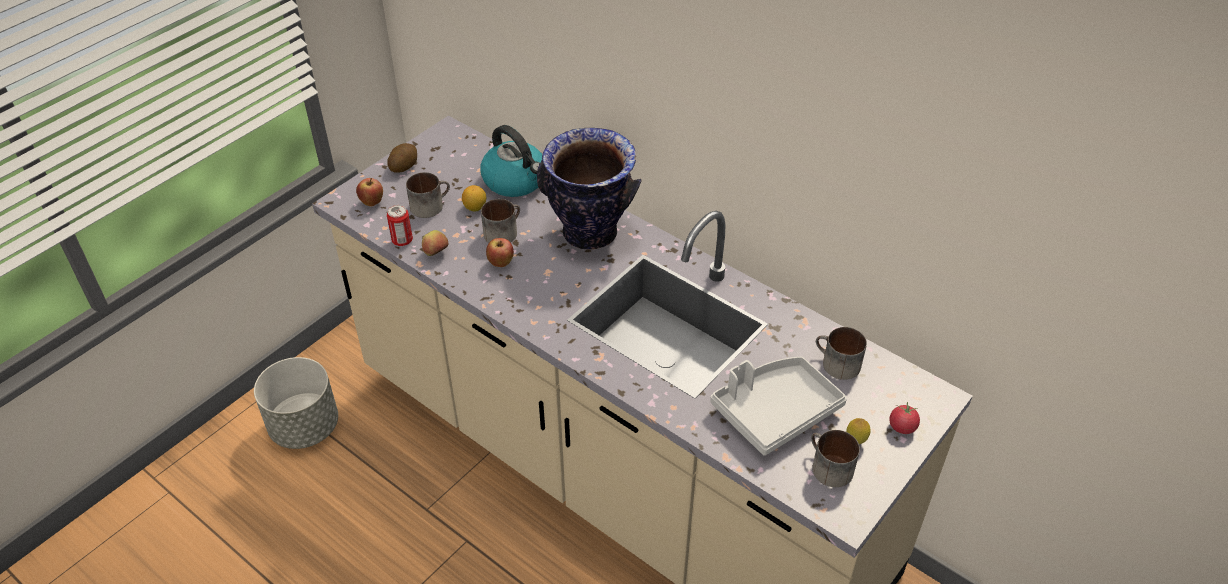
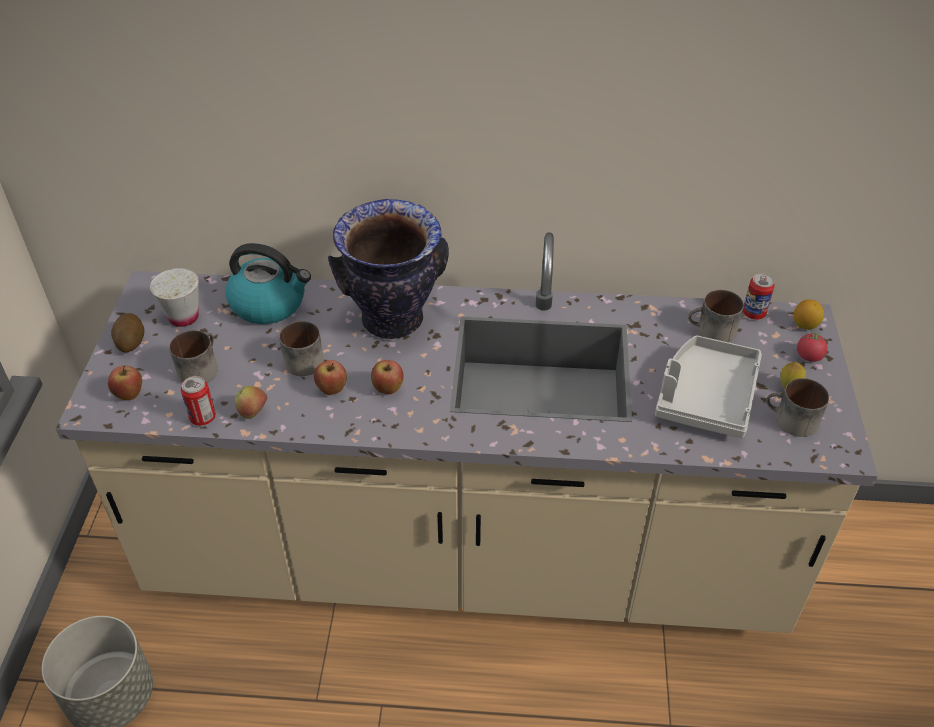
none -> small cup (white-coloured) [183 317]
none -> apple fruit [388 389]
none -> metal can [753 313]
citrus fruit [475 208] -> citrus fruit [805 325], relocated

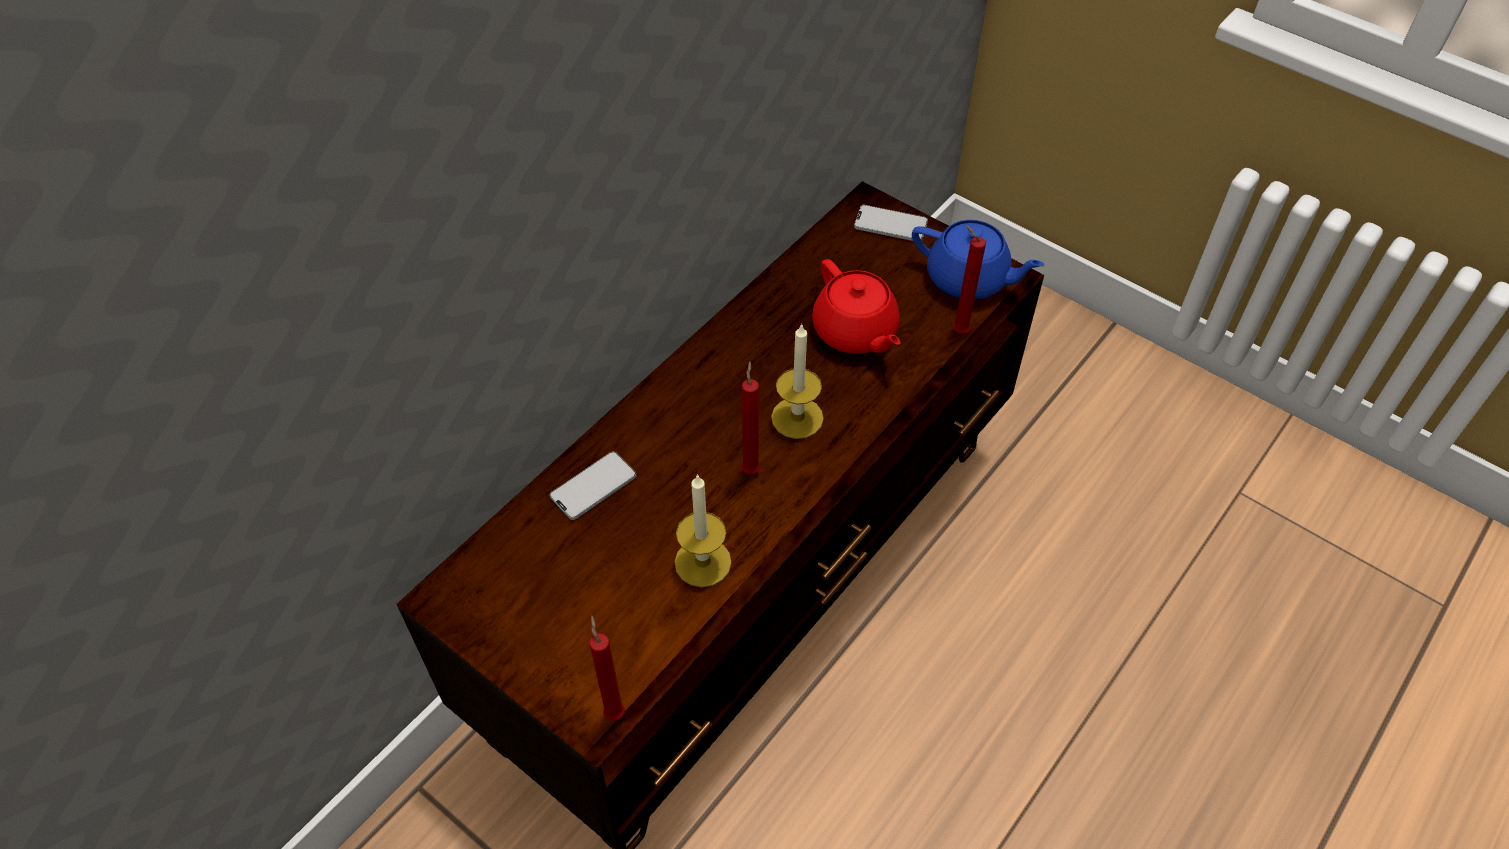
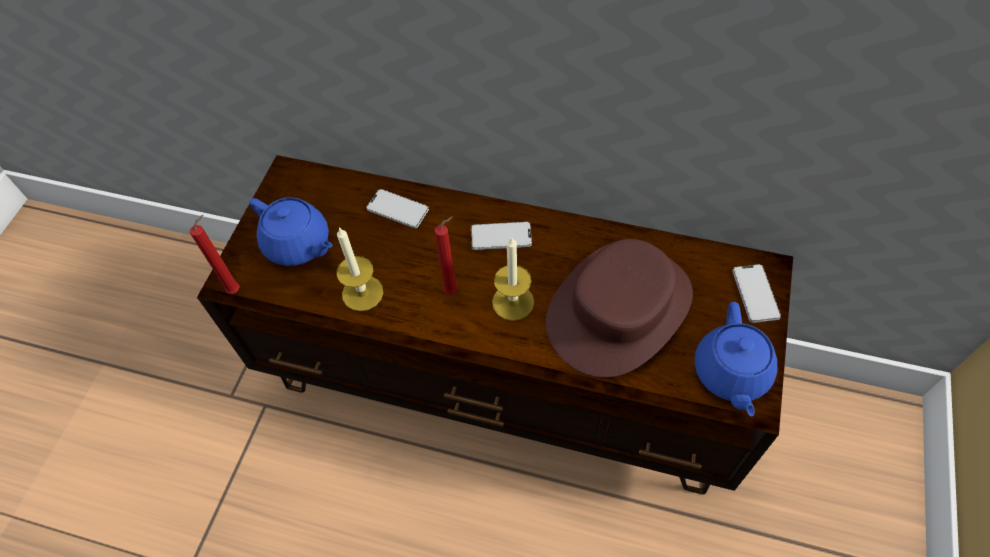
wax light (red-coloured) [957 330] -> none
none -> teapot (blue) [298 245]
none -> telephone [501 236]
teapot (red-coloured) [855 332] -> clothing hat (brown-coloured) [619 310]

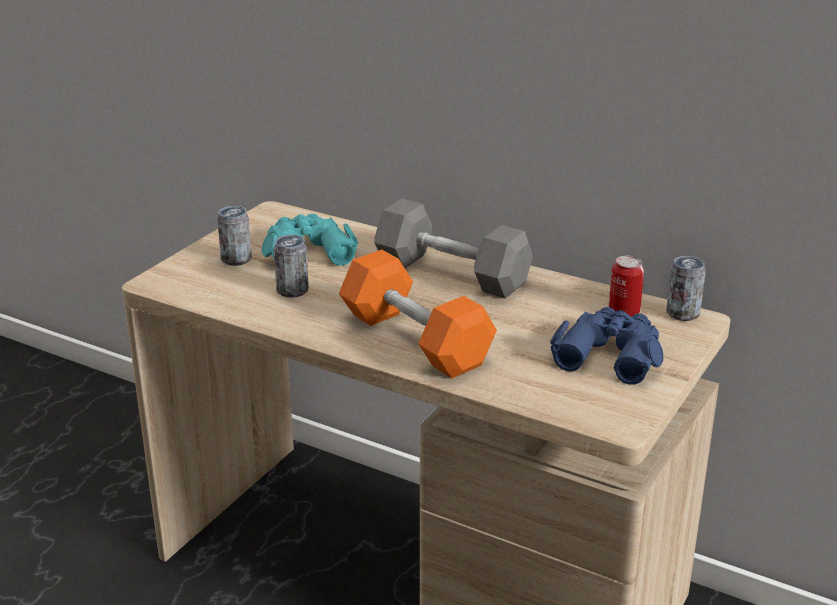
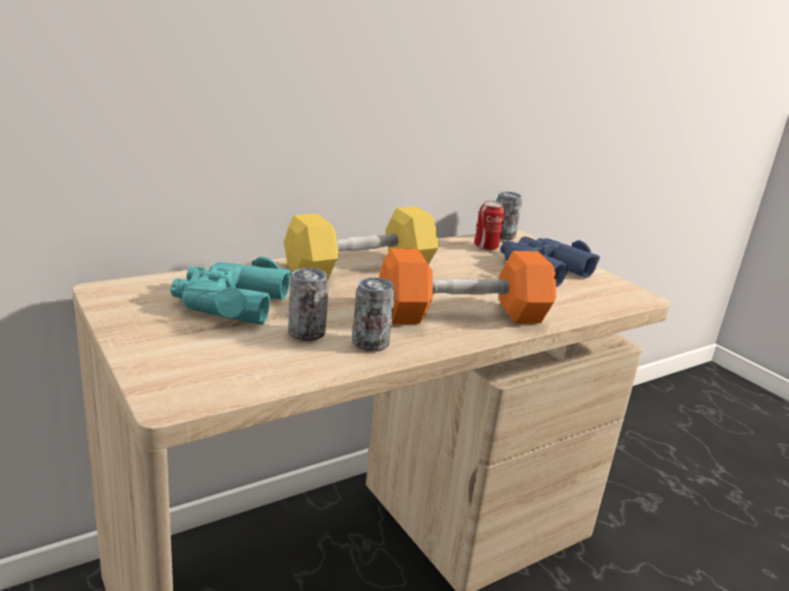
metal can [236 259] -> metal can [370 343], relocated
dumbbell (grey) [451 273] -> dumbbell (yellow) [361 269]

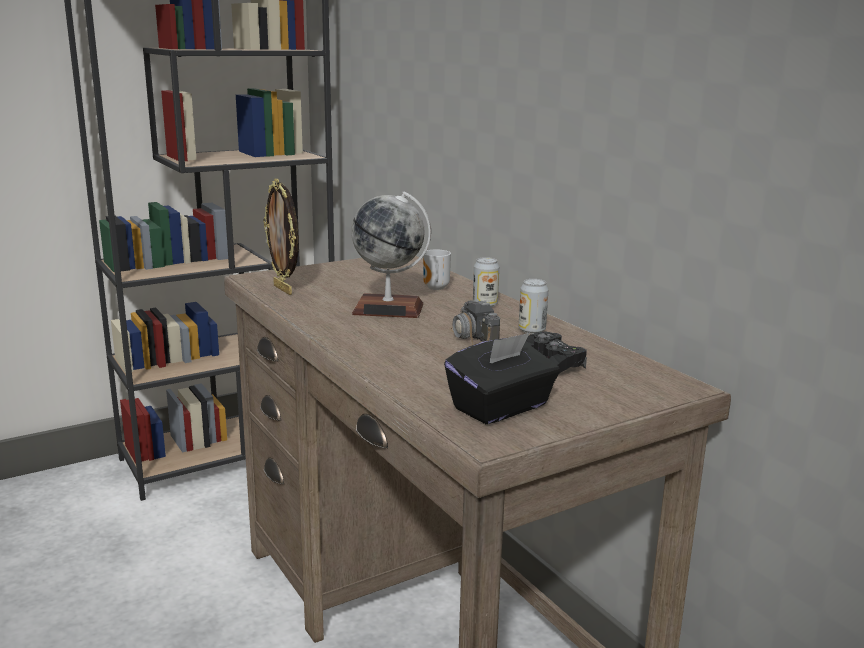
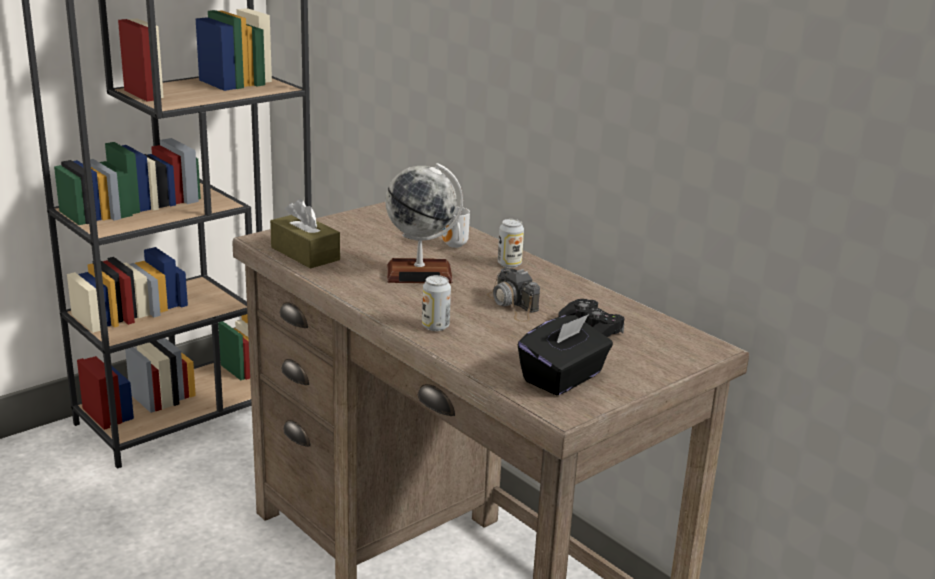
metal can [532 330] -> metal can [435 326], relocated
photo frame [284 289] -> box of tissues (brown-coloured) [305 254]

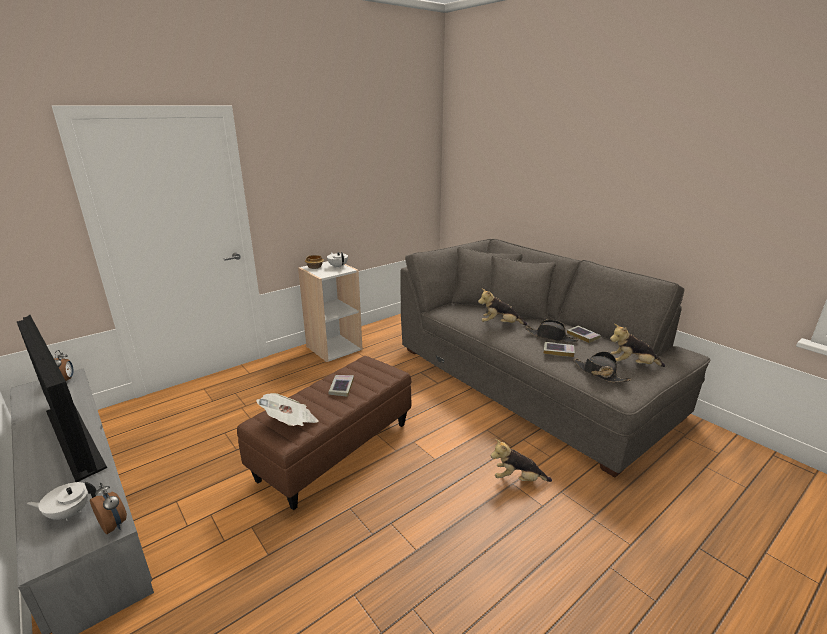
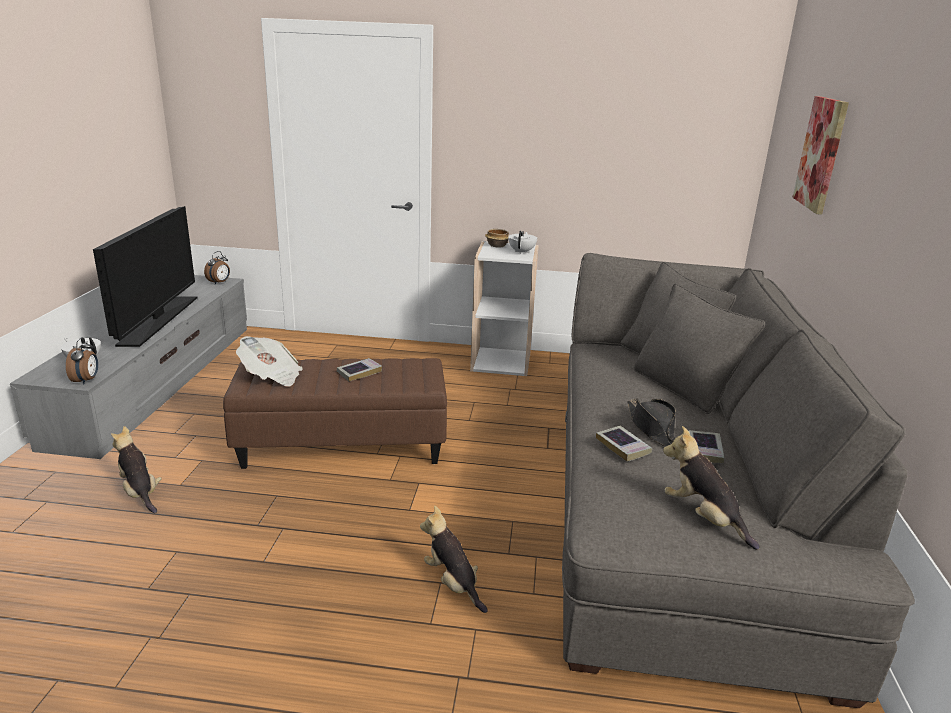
clothing hat (black-coloured) [599 373] -> none
none -> wall picture [821 154]
soft toy [500 324] -> soft toy [140 492], relocated

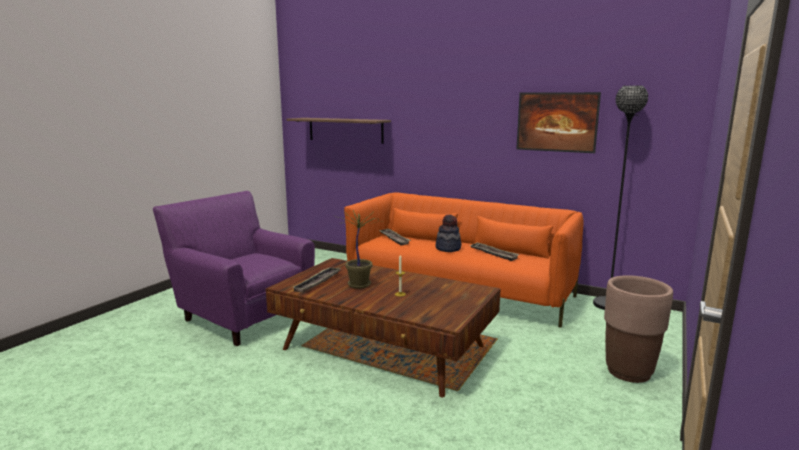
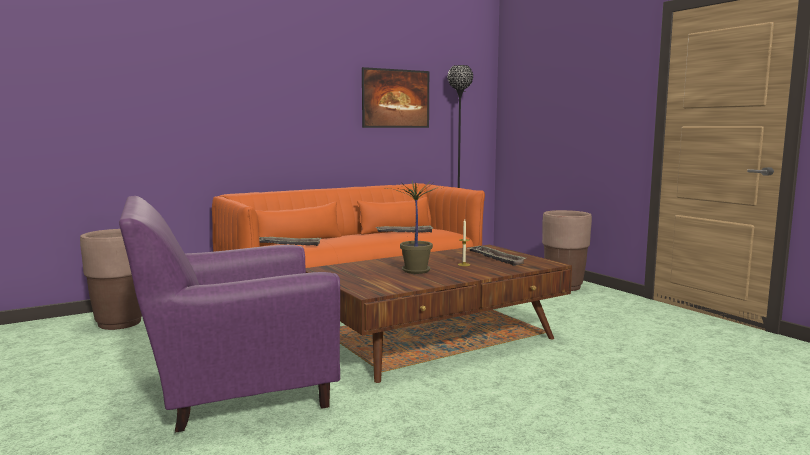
shelf [345 130] -> none
clothing hat [448 248] -> none
none -> planter (brown-coloured) [119 323]
carrying tray [317 282] -> carrying tray [495 258], relocated

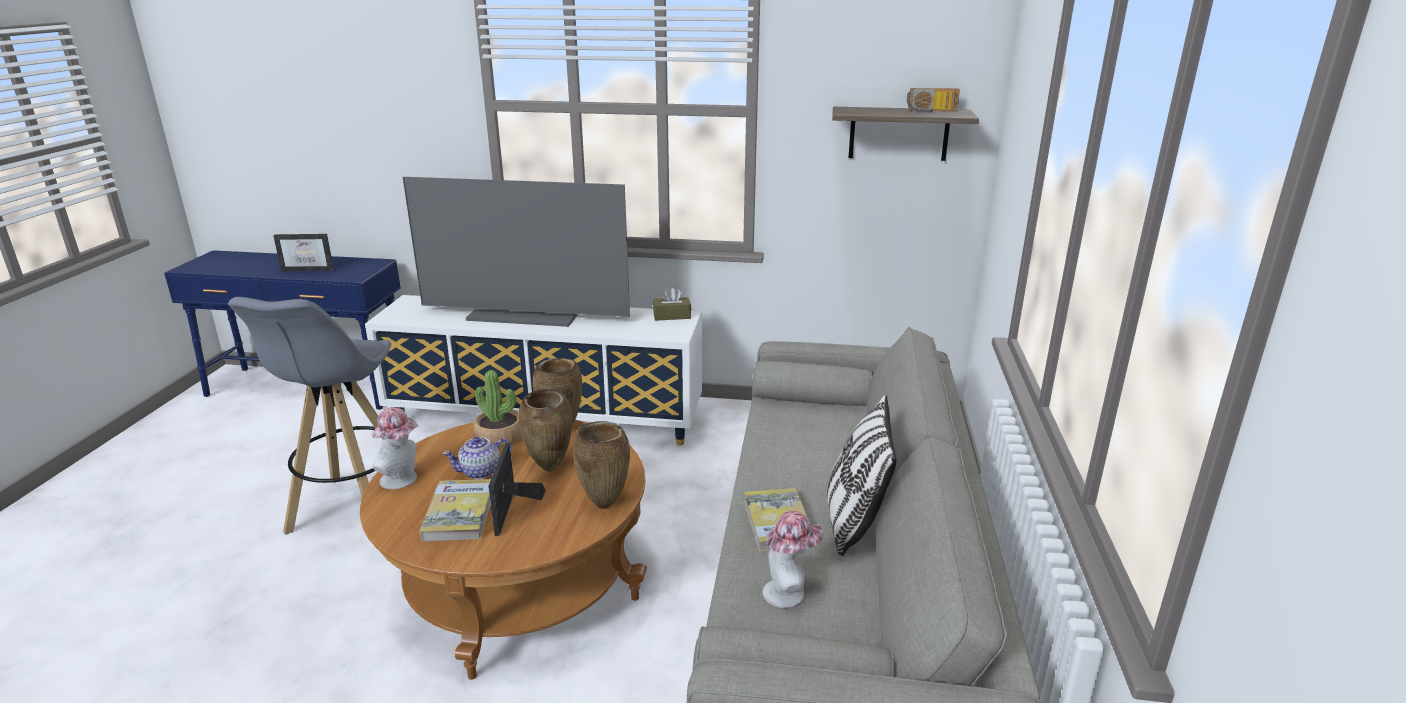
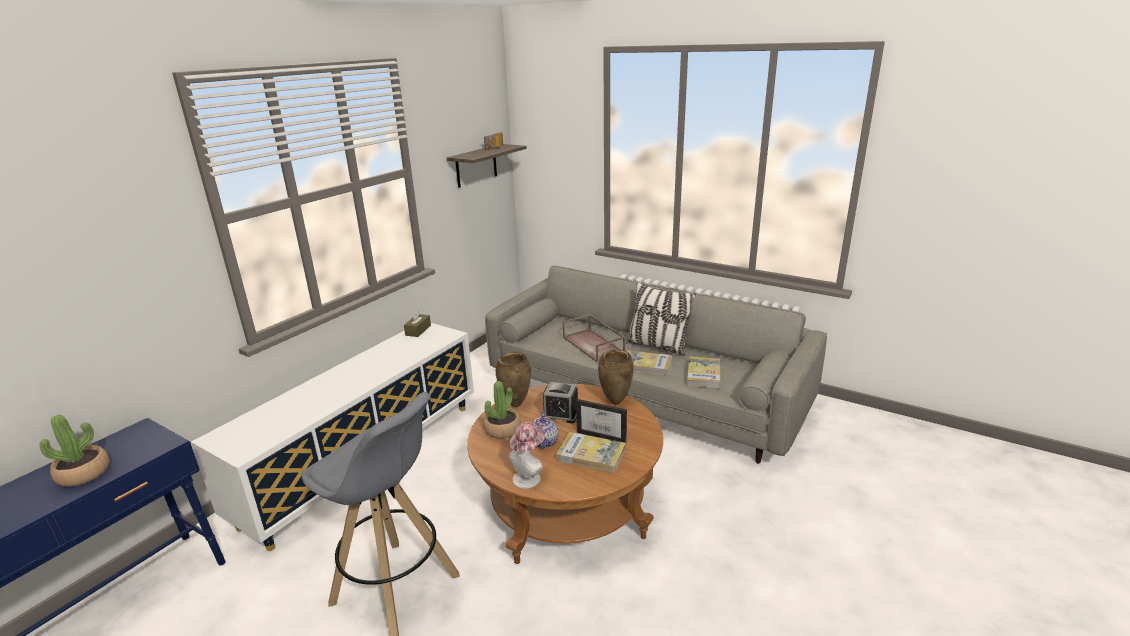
television [527 313] -> none
none -> carrying tray (brown-coloured) [594 345]
photo frame [310 269] -> houseplant [84 473]
flower vase (brown-coloured) [550 468] -> table clock [561 414]
clothing hat [789 592] -> volume [703 374]

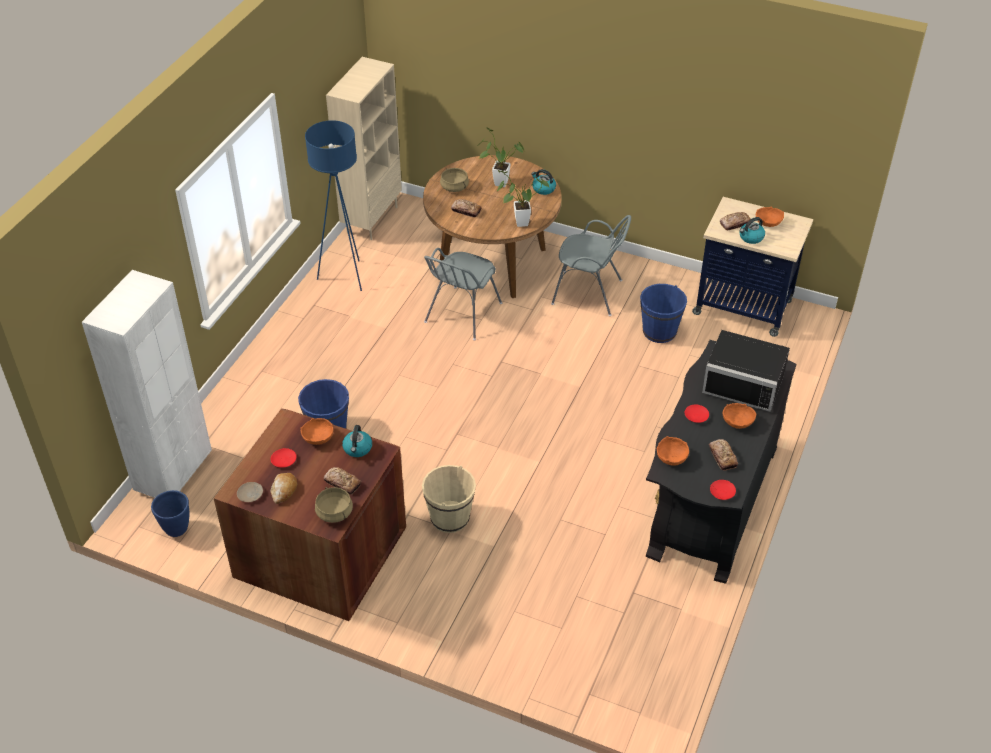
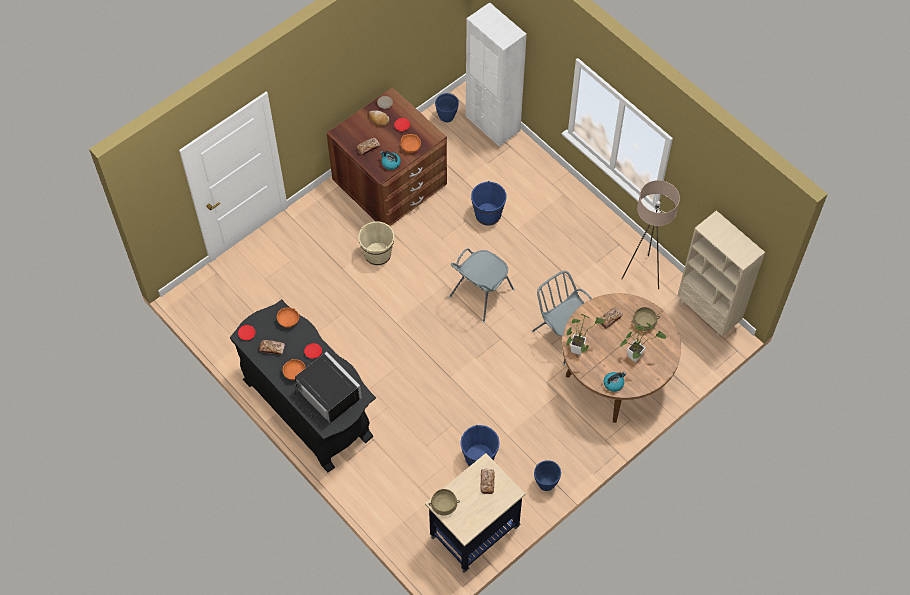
water kettle [751 237] -> none
serving bowl (orange) [768 222] -> none
none -> planter (blue) [546 484]
stockpot (beige) [335 512] -> stockpot (beige) [444 505], relocated
upright chair (grey) [590 293] -> upright chair (grey) [480 295], relocated
floor lamp (blue) [345 276] -> floor lamp (beige) [643 274]
microwave (black-coloured) [745 381] -> microwave (black-coloured) [325 397], 90 degrees clockwise

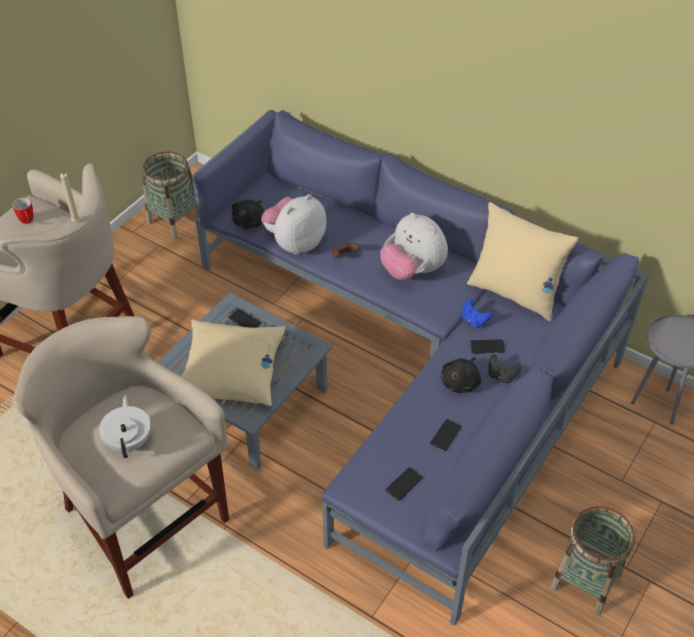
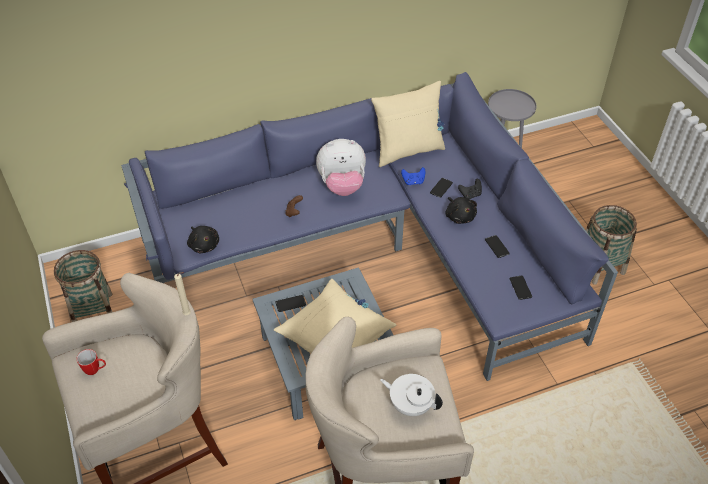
soft toy [295 243] -> none

